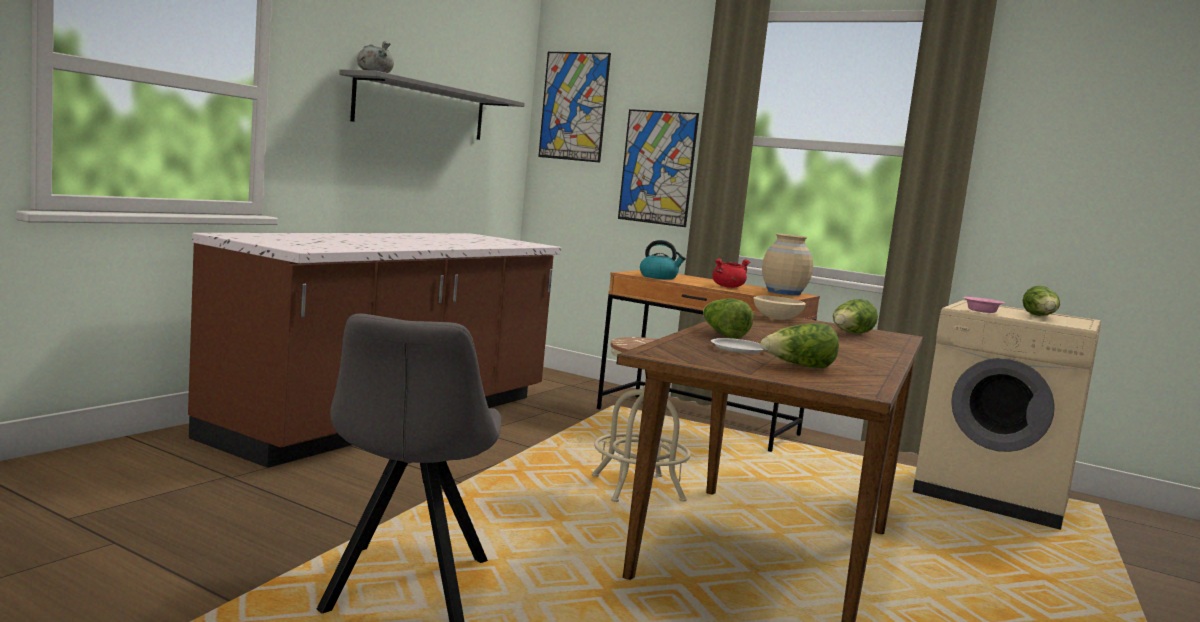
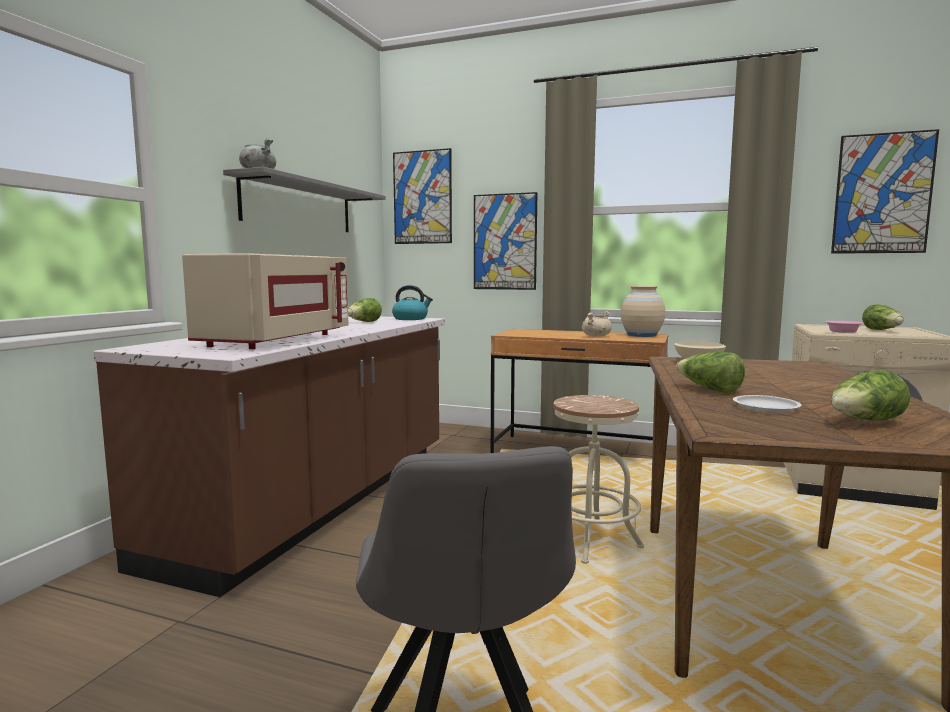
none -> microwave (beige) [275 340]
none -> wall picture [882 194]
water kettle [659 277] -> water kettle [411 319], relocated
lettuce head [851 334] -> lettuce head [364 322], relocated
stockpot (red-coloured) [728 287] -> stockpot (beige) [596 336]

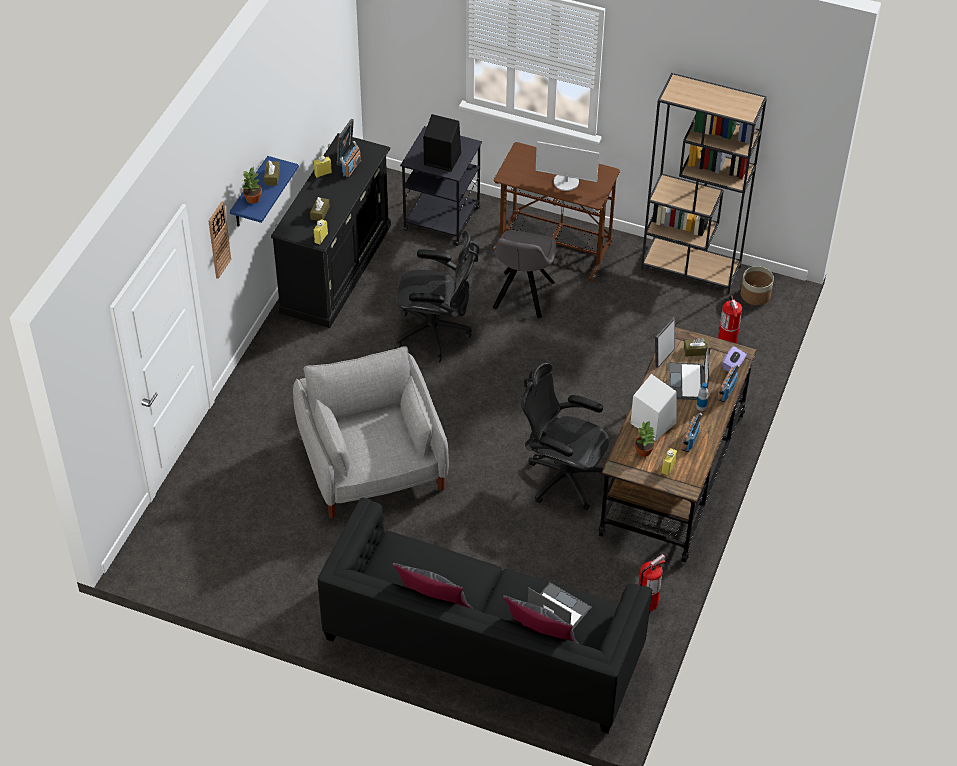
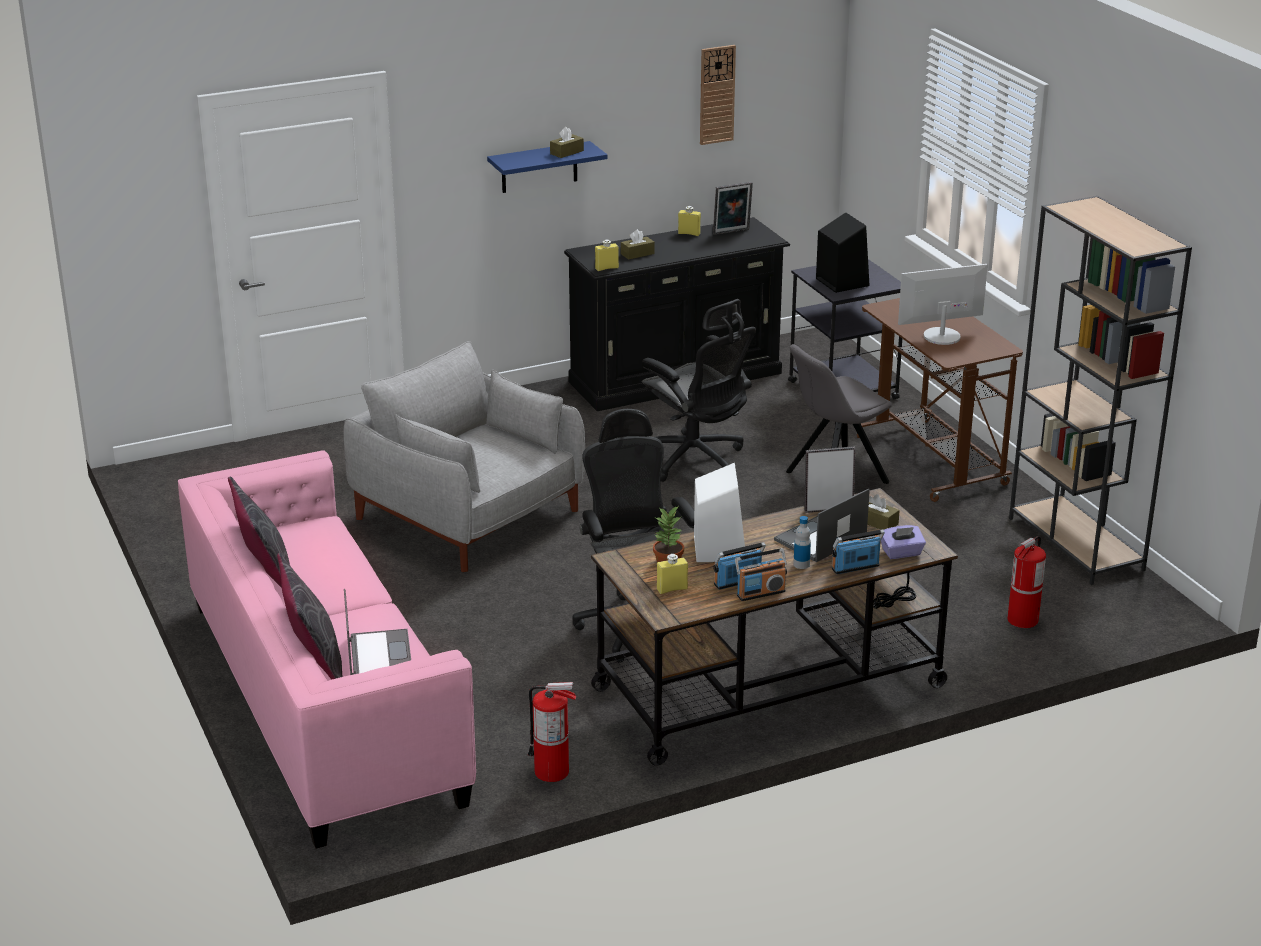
houseplant [252 199] -> none
planter [755 295] -> none
clock on the wall [218 240] -> clock on the wall [717 94], relocated
radio receiver [351 168] -> radio receiver [760 593], relocated
couch (black-coloured) [483 645] -> couch (pink) [324 700]
lounge chair (grey) [372 462] -> lounge chair (grey) [468 515], 75 degrees counterclockwise
computer display [566 182] -> computer display [941 336], 105 degrees clockwise

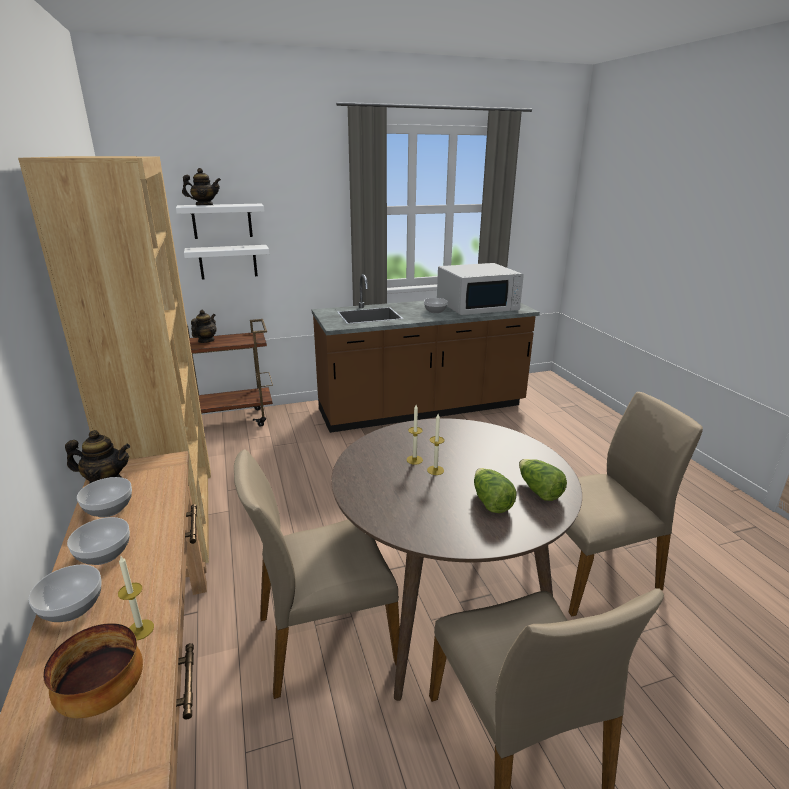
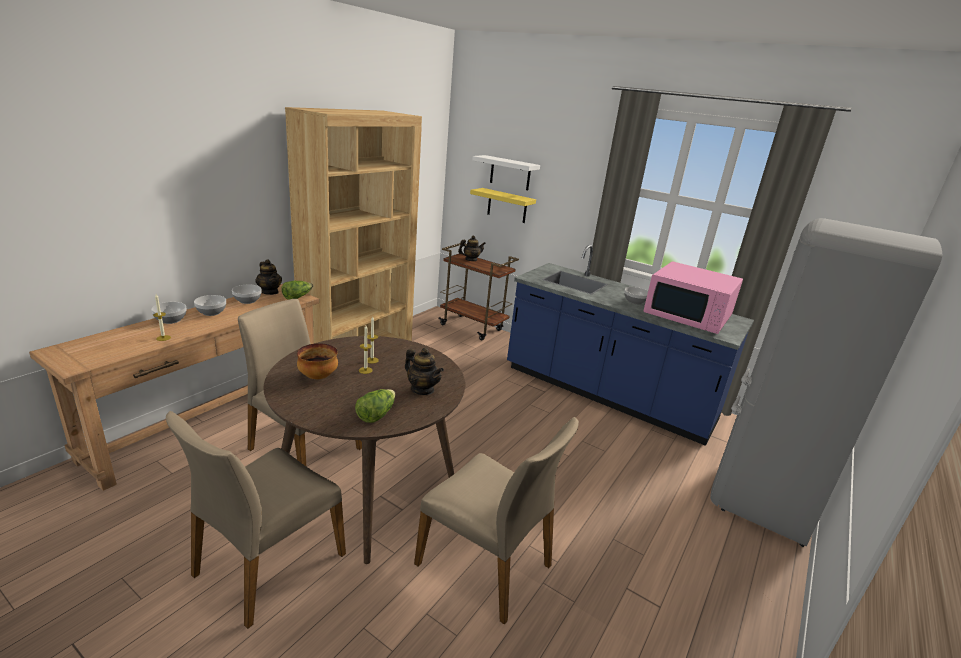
none -> refrigerator (grey) [759 499]
serving bowl [105 696] -> serving bowl [318 377], relocated
teapot [204 205] -> teapot [422 389], relocated
lettuce head [490 501] -> lettuce head [297 297], relocated
shelf (white-coloured) [228 262] -> shelf (yellow) [507 206]
kitchen counter (brown-coloured) [422 409] -> kitchen counter (blue) [607 394]
microwave (white-coloured) [477 306] -> microwave (pink) [688 315]

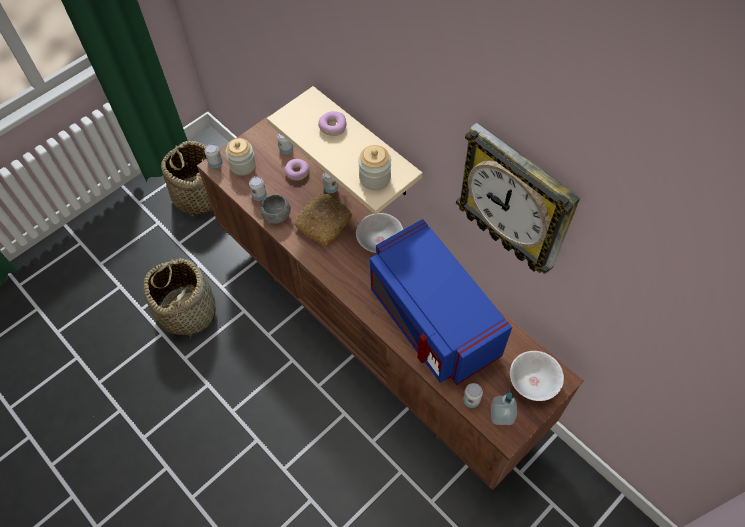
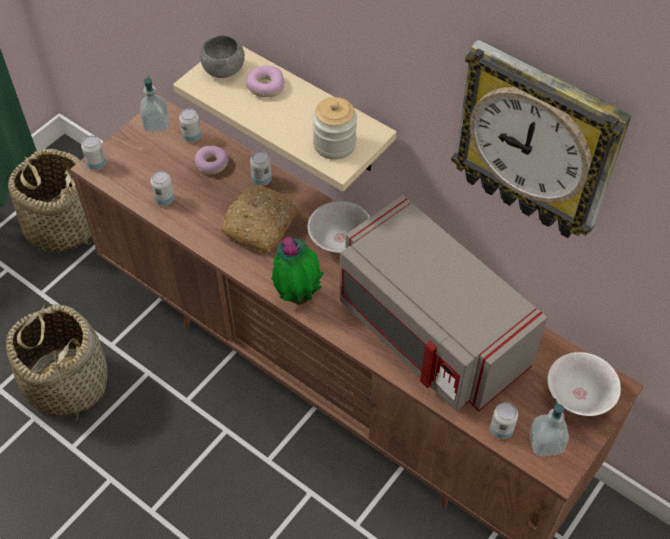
preserve jar [243 165] -> none
none -> liquid soap bottle [156 124]
none -> houseplant [298 295]
serving bowl (grey) [276 216] -> serving bowl (grey) [223 70], relocated
microwave (blue) [431 321] -> microwave (grey) [428 334]

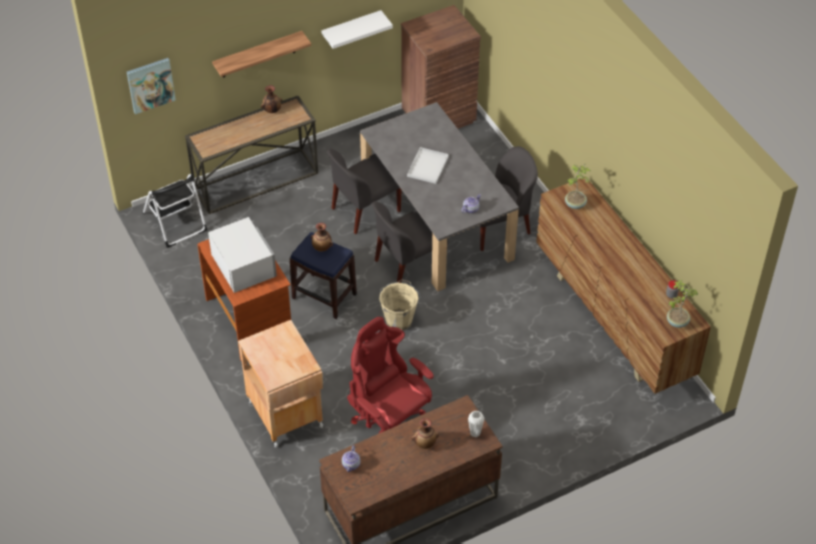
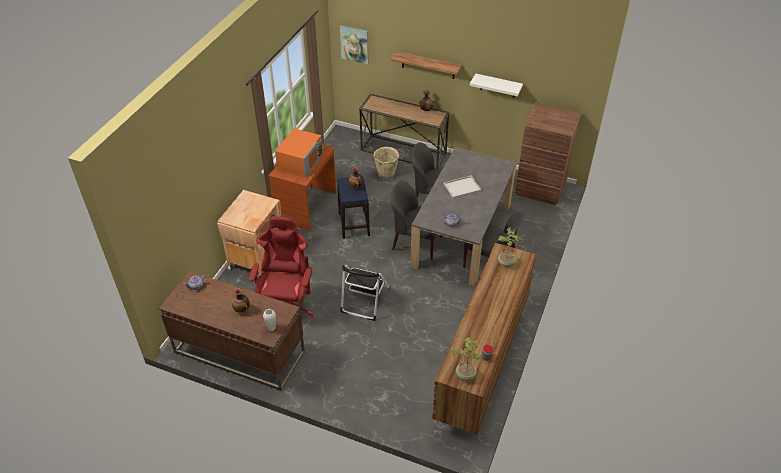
step stool [175 223] -> step stool [364 301], relocated
bucket (beige) [399 320] -> bucket (beige) [387 173], relocated
microwave (white-coloured) [243 265] -> microwave (orange) [300 161]

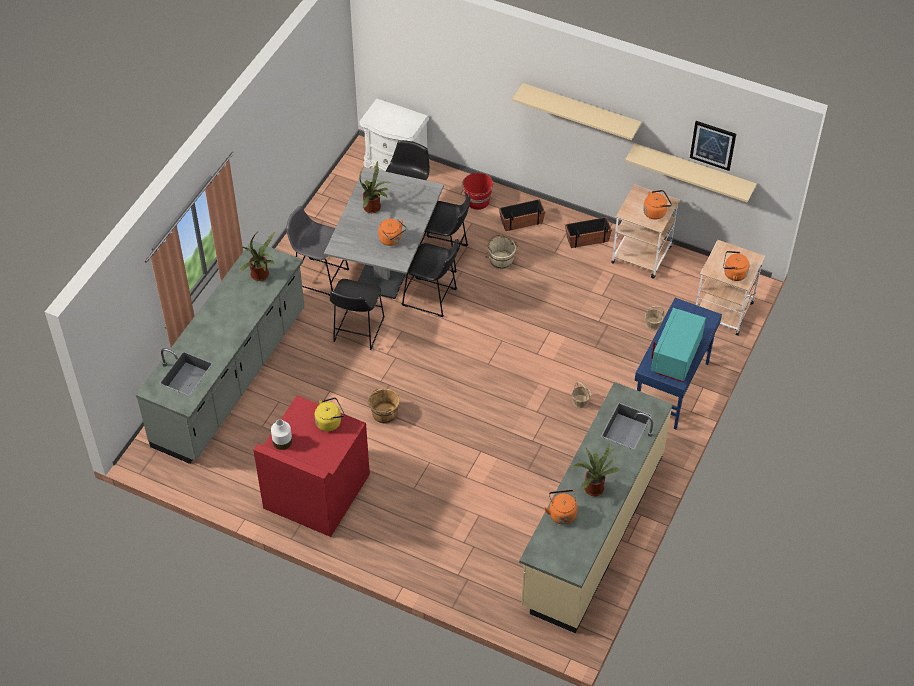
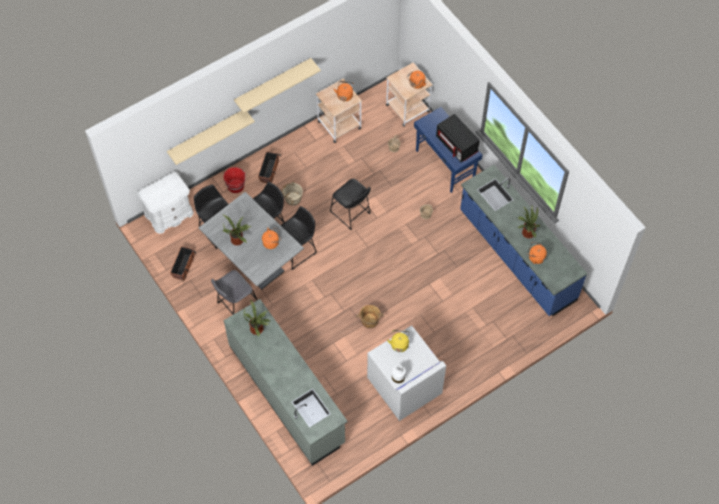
wall picture [713 145] -> none
stool seat (black-coloured) [357 332] -> stool seat (black-coloured) [351 214], relocated
planter [587 239] -> planter [183 267], relocated
shelf (beige) [693 171] -> shelf (beige) [206 134], relocated
washing machine (red-coloured) [316 490] -> washing machine (white-coloured) [404 385]
kitchen counter (beige) [592 530] -> kitchen counter (blue) [516 256]
microwave (blue-green) [676 356] -> microwave (black-coloured) [457 145]

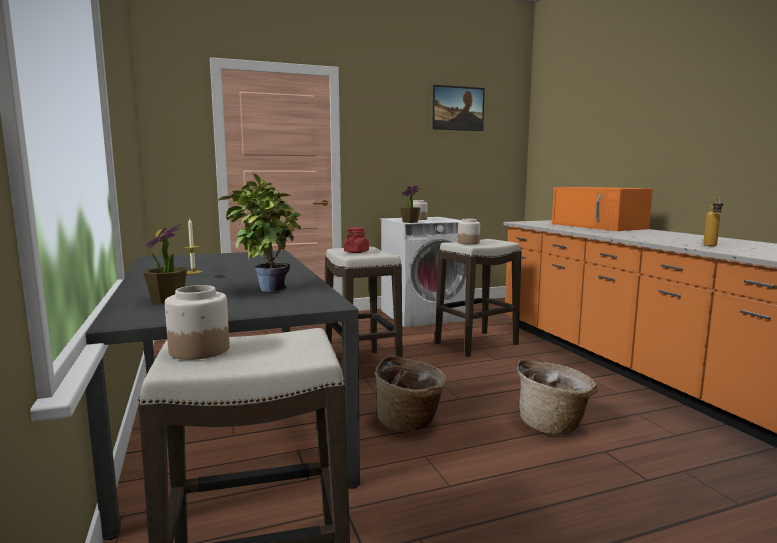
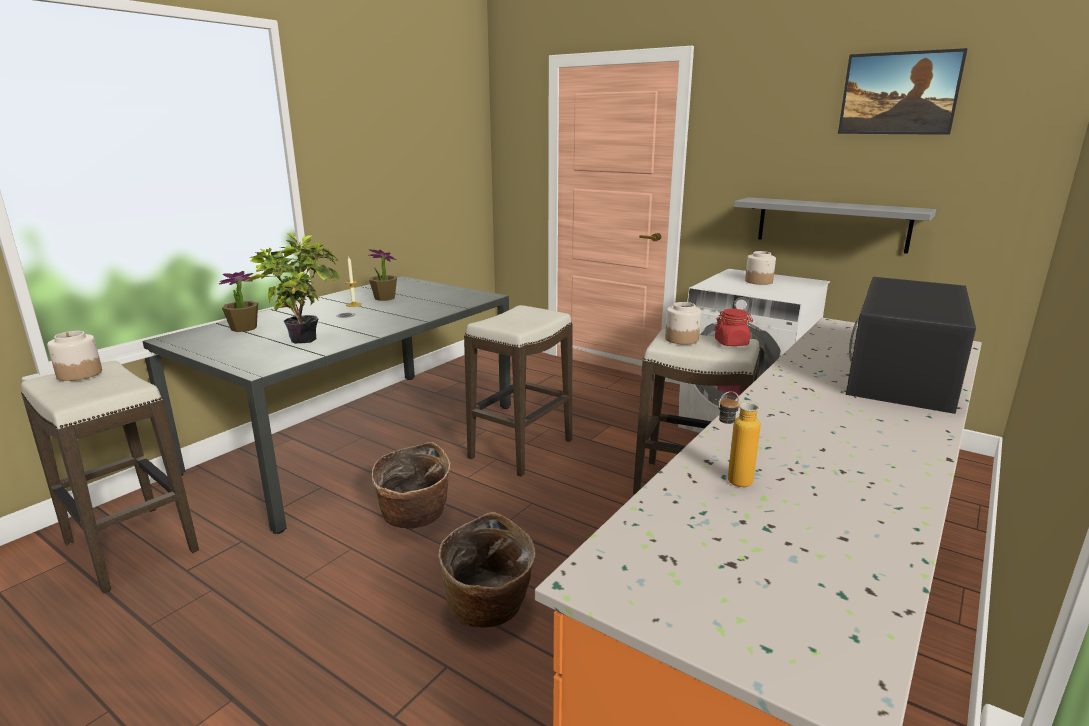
none -> shelf (grey) [832 224]
preserve jar (red-coloured) [356 252] -> preserve jar (red-coloured) [731 343], relocated
houseplant [410 222] -> houseplant [384 298], relocated
microwave (orange) [599 226] -> microwave (black-coloured) [902 375]

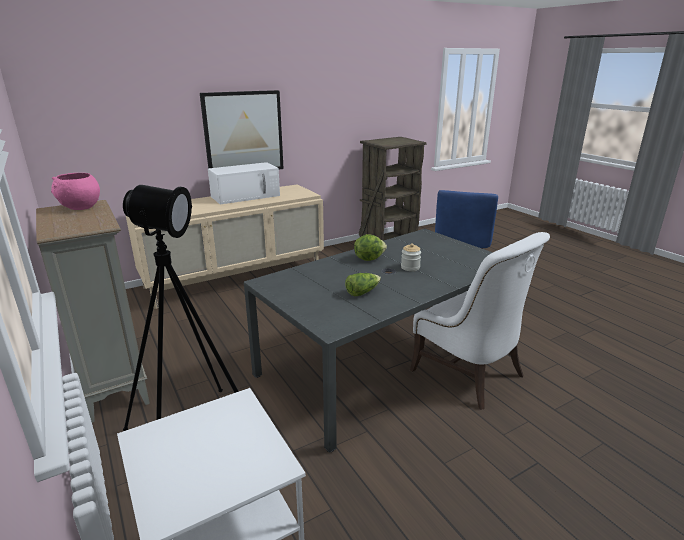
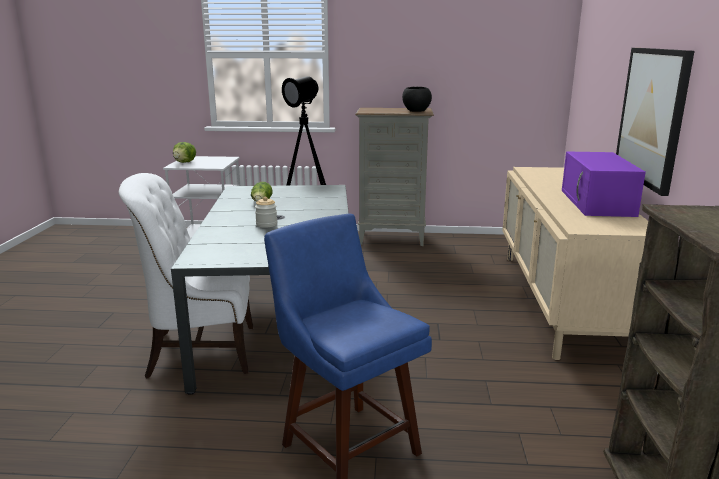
lettuce head [368 258] -> lettuce head [185 162], relocated
serving bowl (pink) [80 207] -> serving bowl (black-coloured) [416 111]
microwave (white-coloured) [246 196] -> microwave (purplish) [597 203]

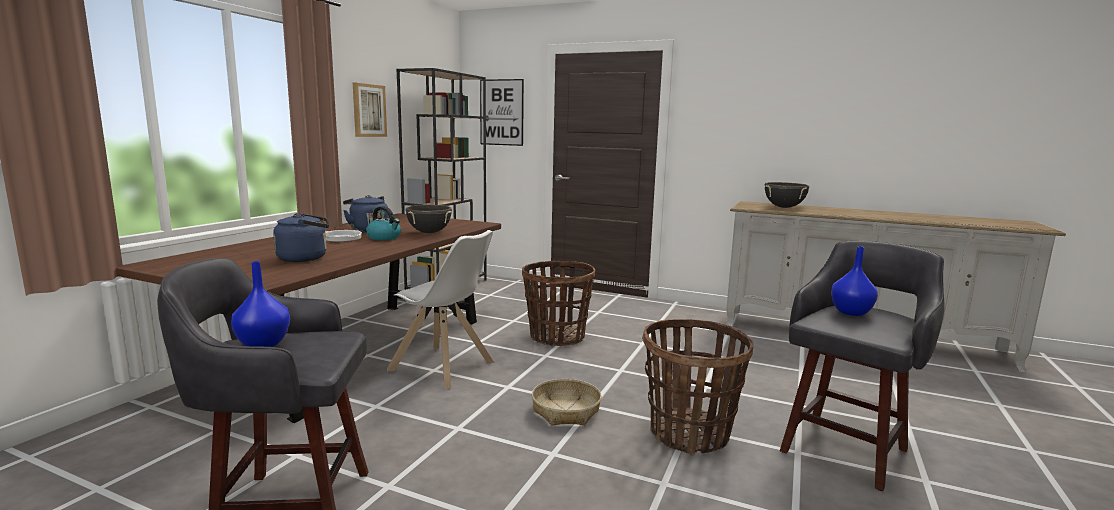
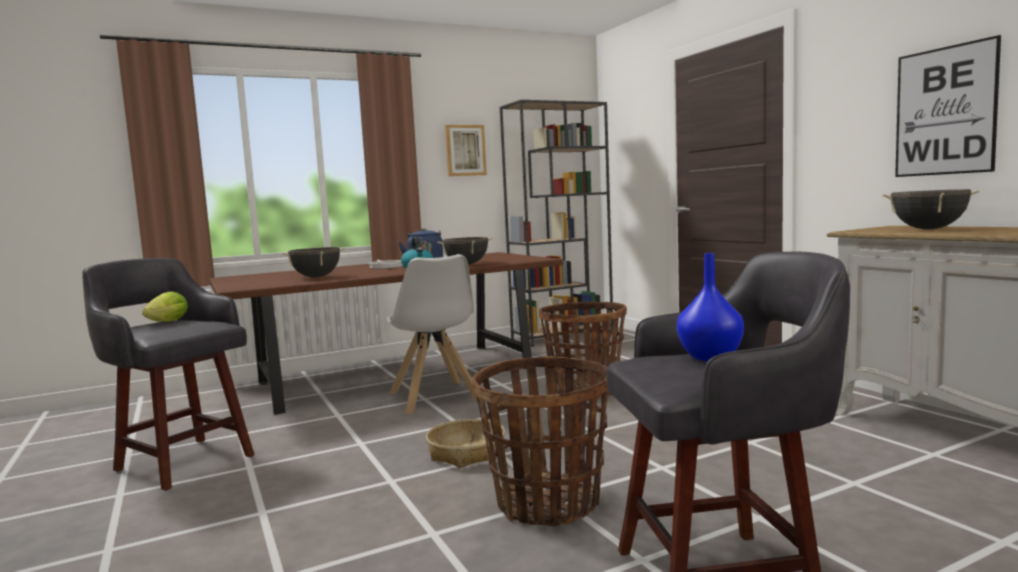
wall picture [501 112] -> wall picture [945 111], relocated
flower vase (blue) [264 343] -> lettuce head [165 322]
water kettle (blue) [305 258] -> stockpot (black-coloured) [316 277]

